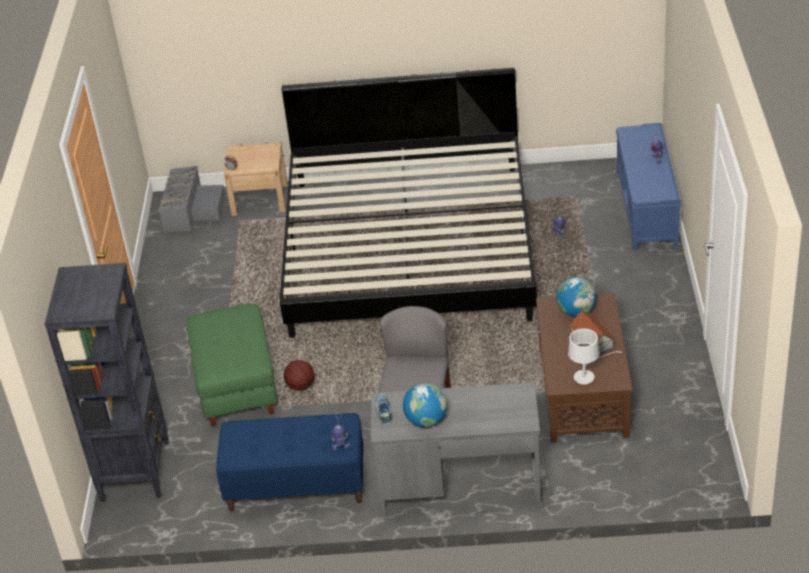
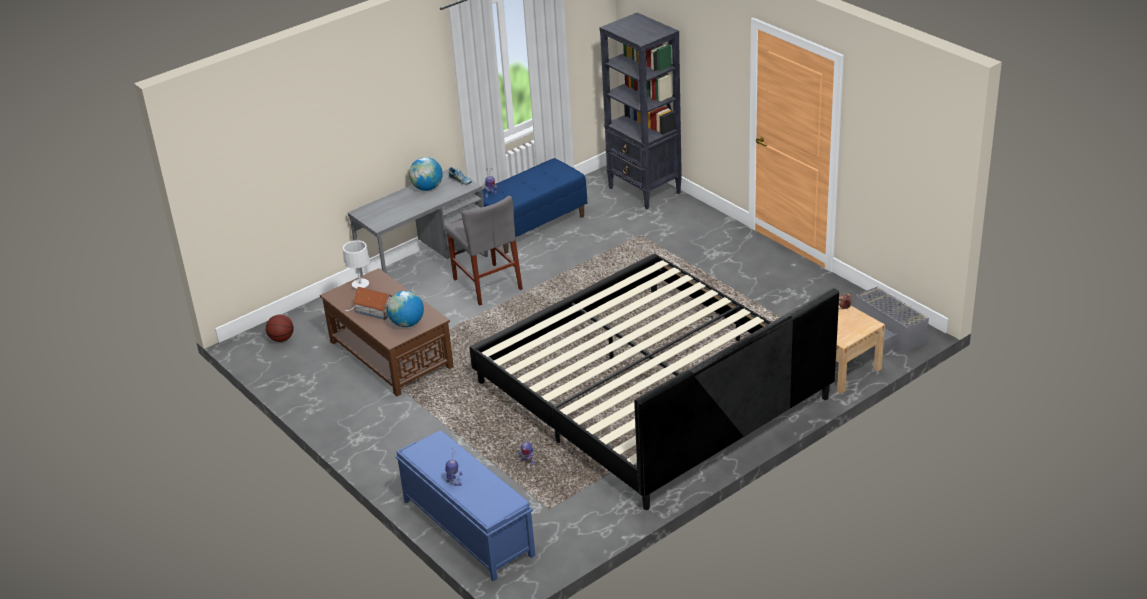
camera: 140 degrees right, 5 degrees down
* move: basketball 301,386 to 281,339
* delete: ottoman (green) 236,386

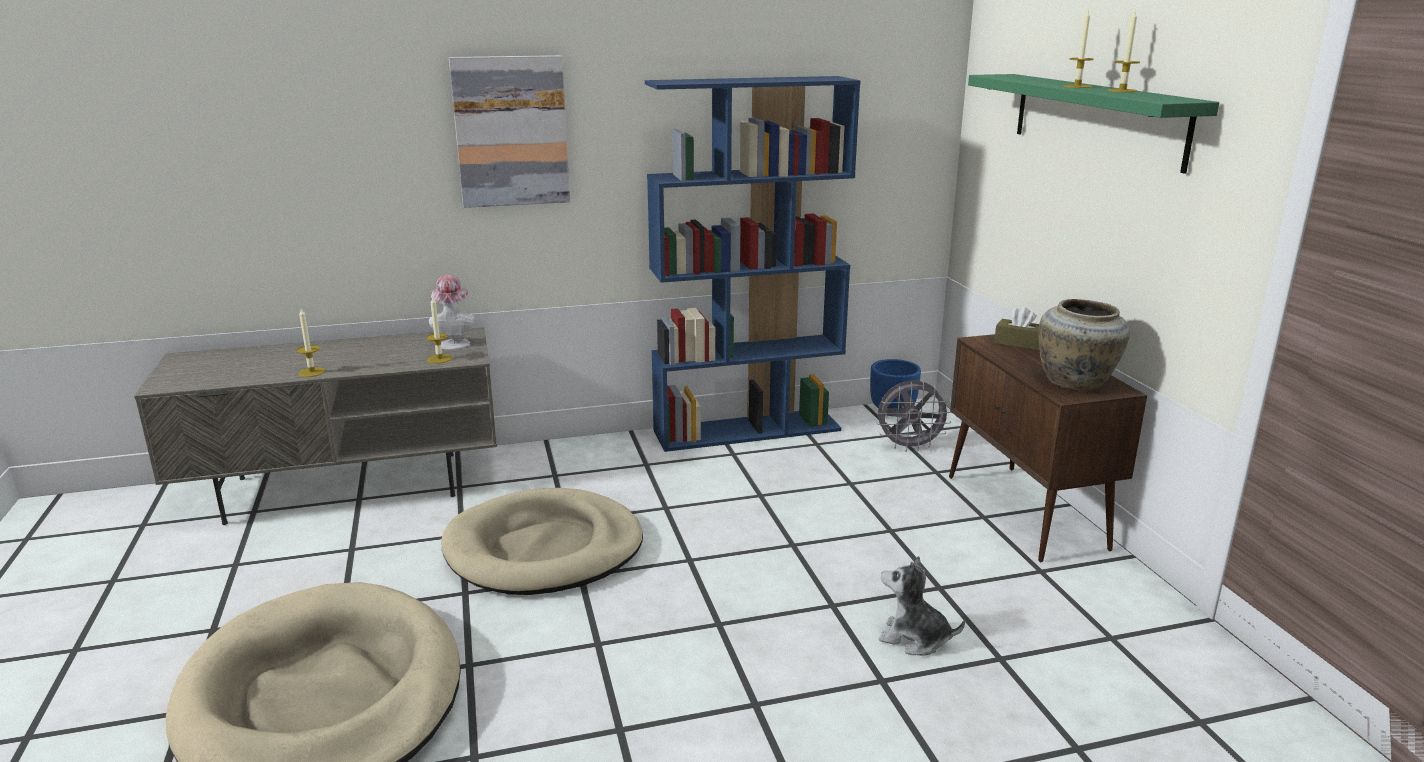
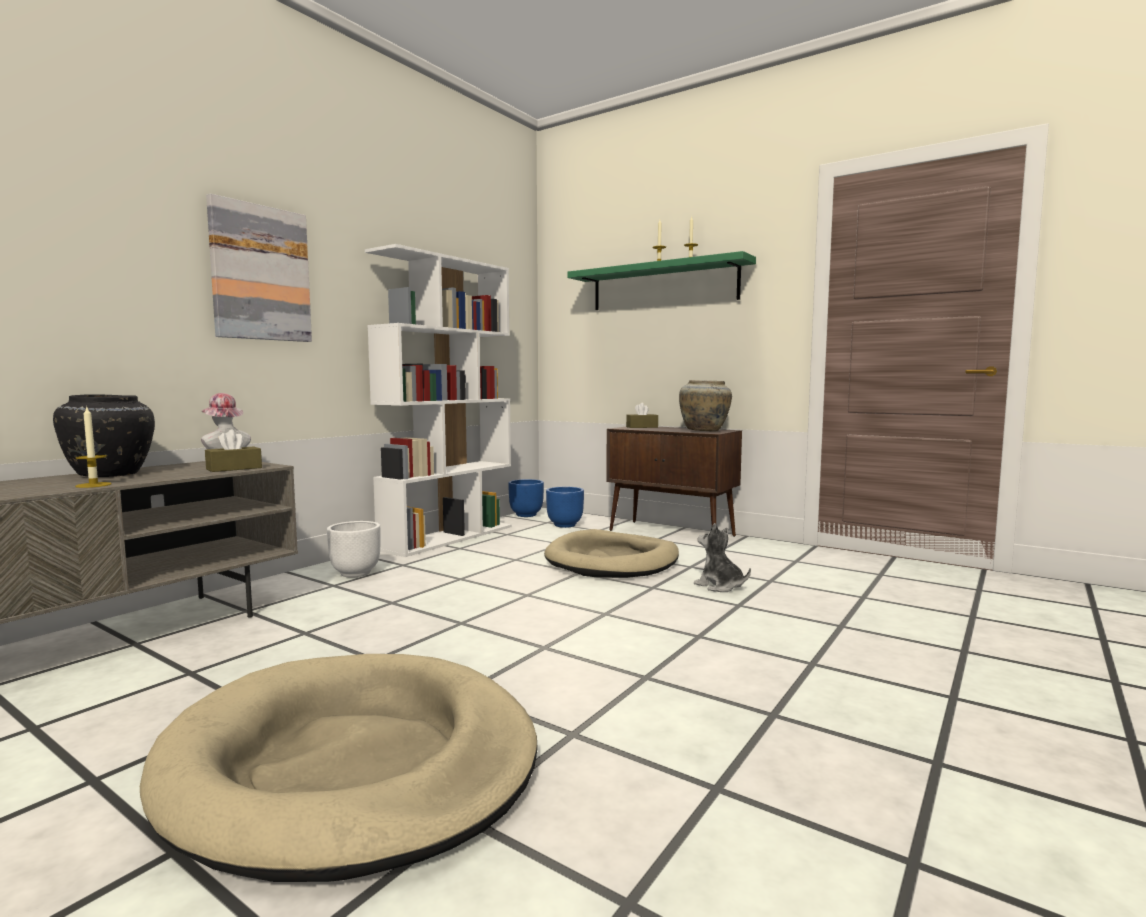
camera: 40 degrees left, 15 degrees down
* insert: vase (black) 109,474
* replace: candle 439,359 to tissue box (brown) 234,468
* insert: planter (white) 356,573
* recolor: bookcase (blue) 747,430 to bookcase (white) 448,537
* move: dog bed (beige) 544,549 to 612,561
* replace: fan (grey) 909,447 to planter (blue) 564,525
* rotate: plush toy 914,639 = 720,586 60 degrees clockwise

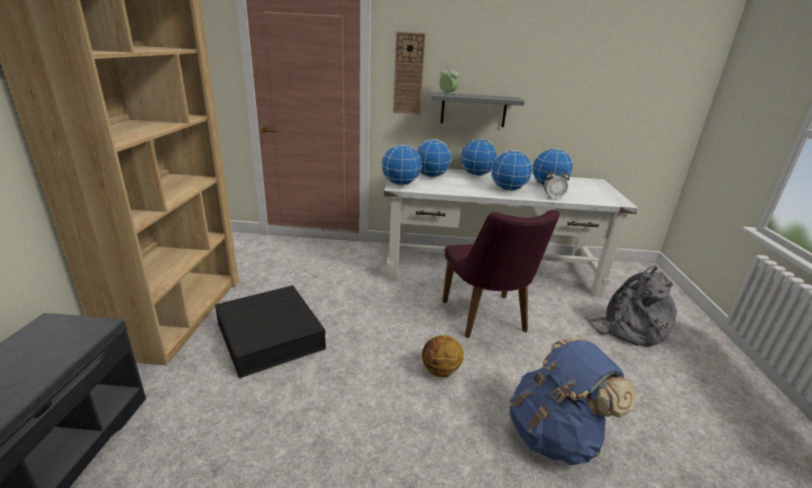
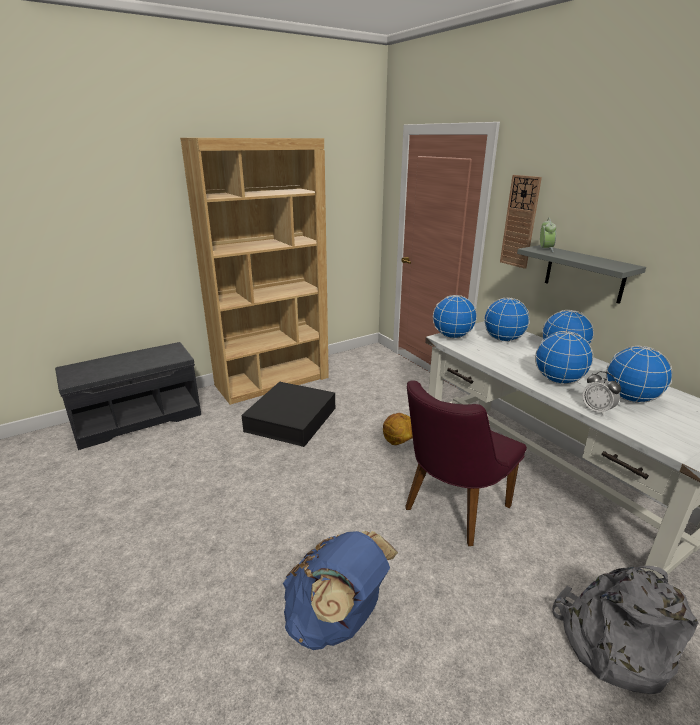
camera: 55 degrees right, 0 degrees up
* move: basketball 440,371 to 397,442

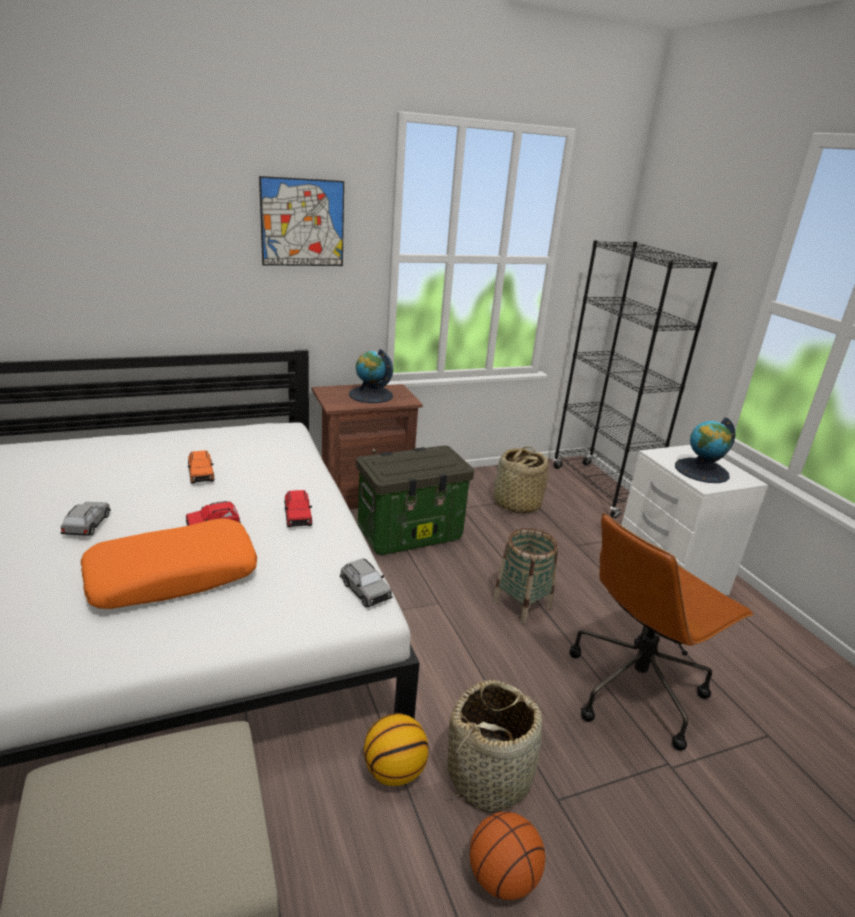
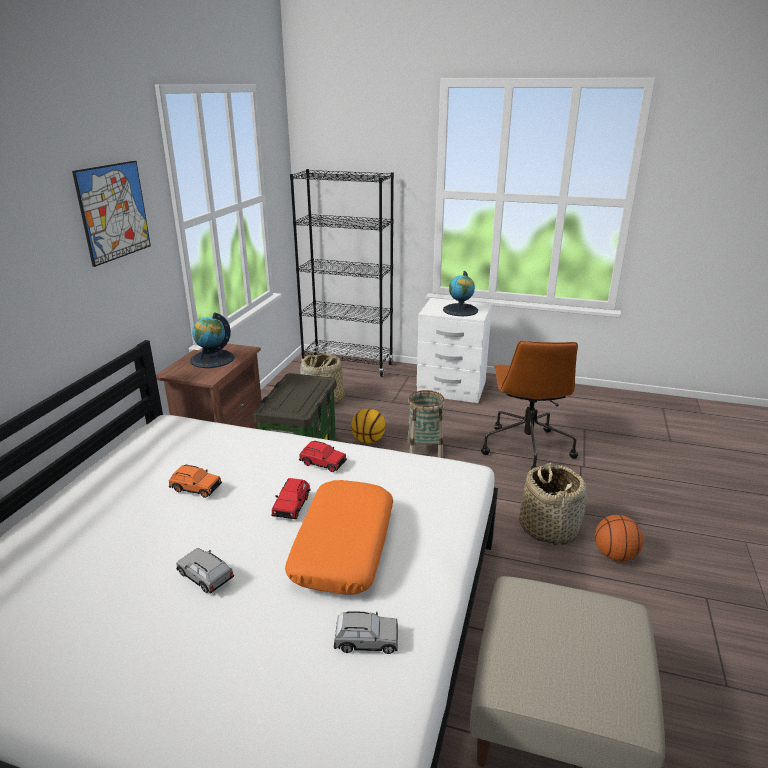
camera: 50 degrees left, 0 degrees up
* move: toy car (grey) 365,590 to 366,640
* move: basketball 394,771 to 368,440

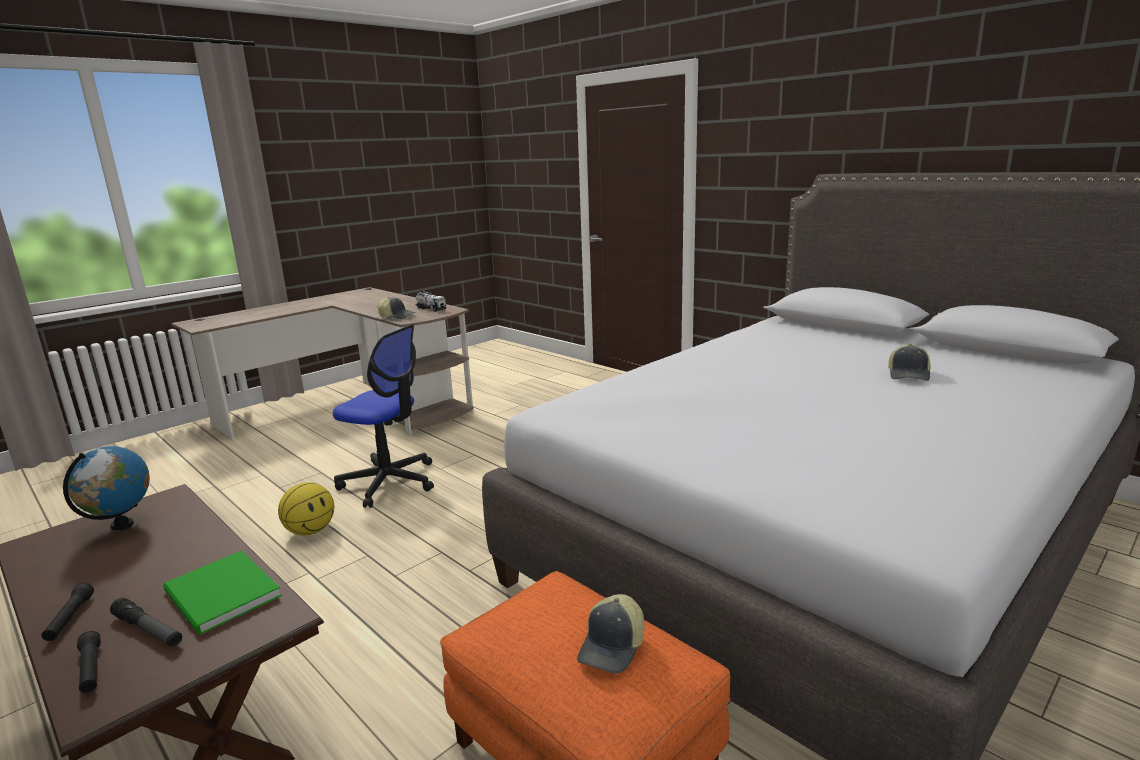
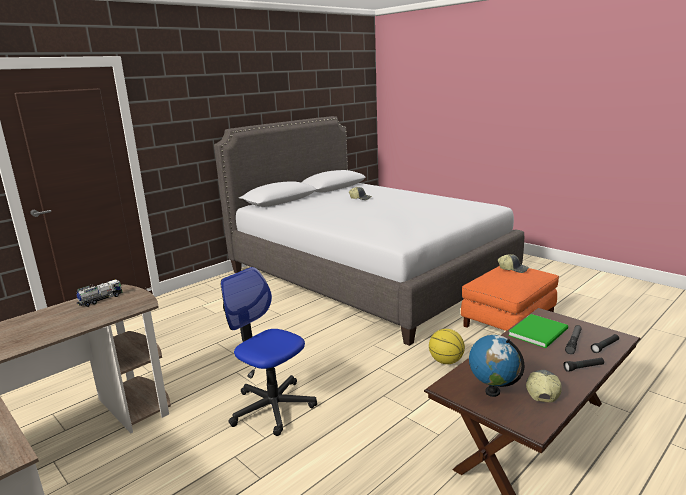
camera: 90 degrees left, 0 degrees up
* rotate: office chair 389,482 = 272,407 75 degrees counterclockwise
* move: basketball 311,531 to 445,361
* move: cap 397,316 to 541,391

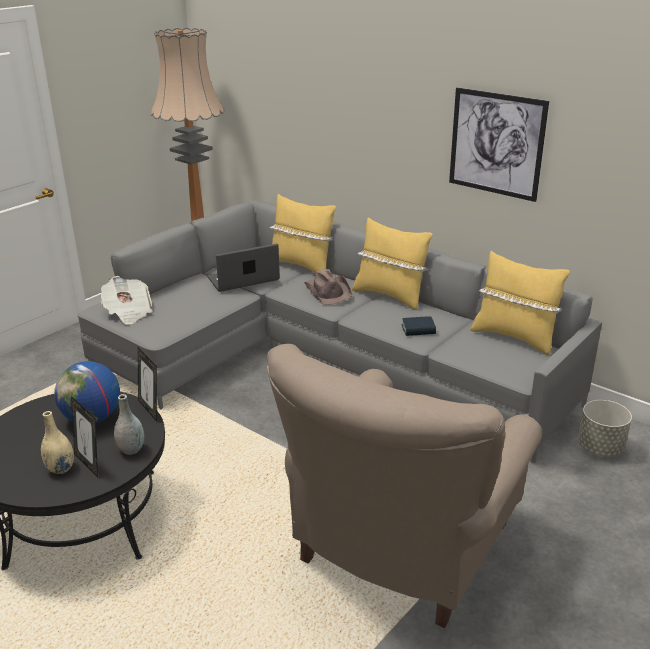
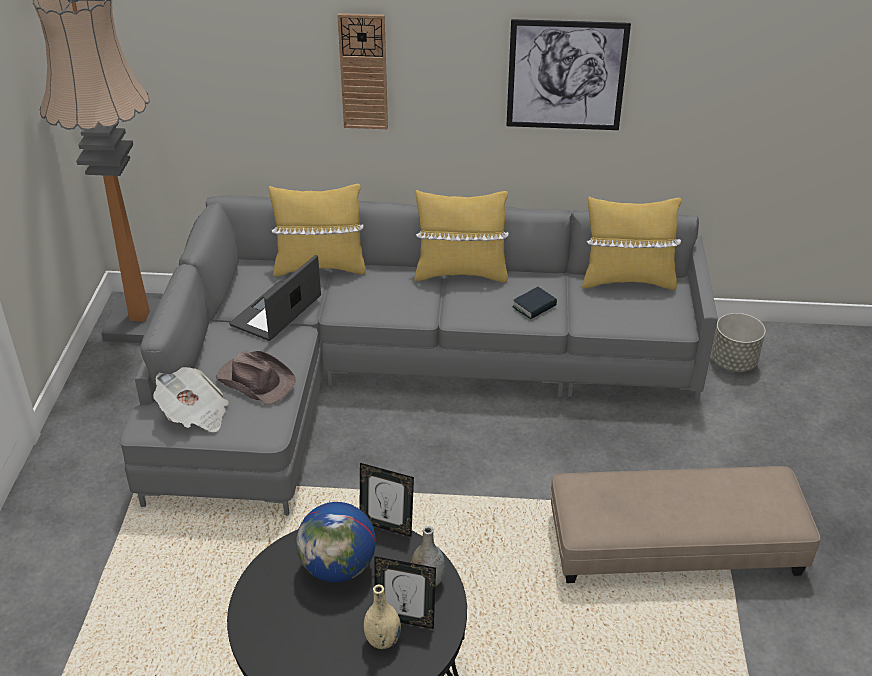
camera: 35 degrees left, 10 degrees up
* move: hat (brown) 328,291 to 255,380
* insert: wall clock 363,72
* replace: armchair (beige) 401,548 to ottoman (beige) 674,545

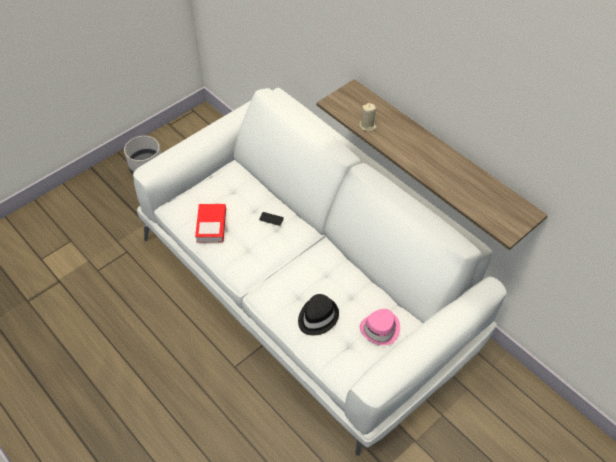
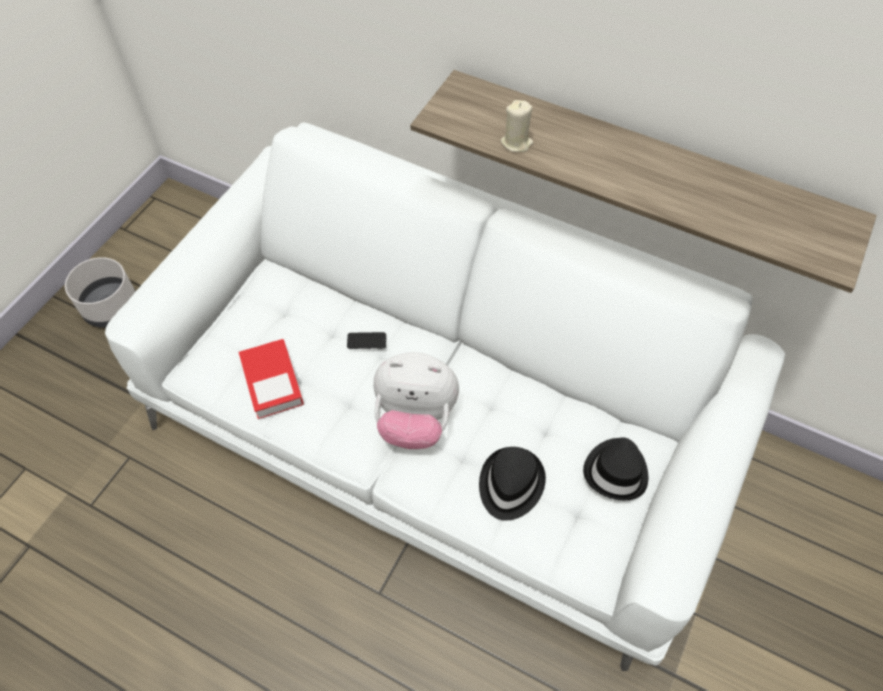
camera: 20 degrees left, 5 degrees up
* insert: plush toy 415,419
* recolor: hat (pink) 381,329 to hat (black) 616,471

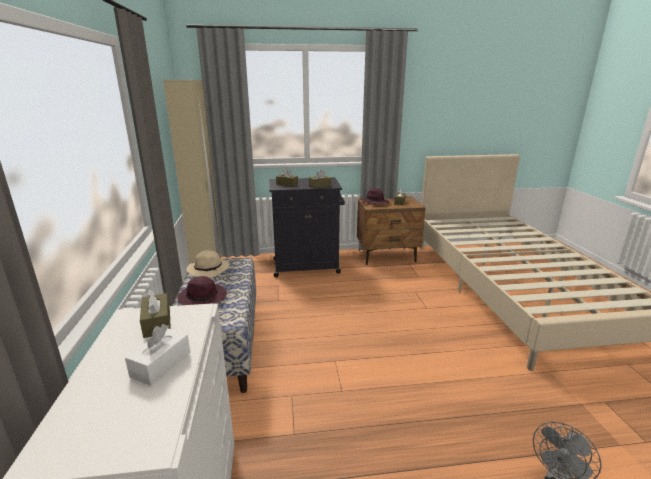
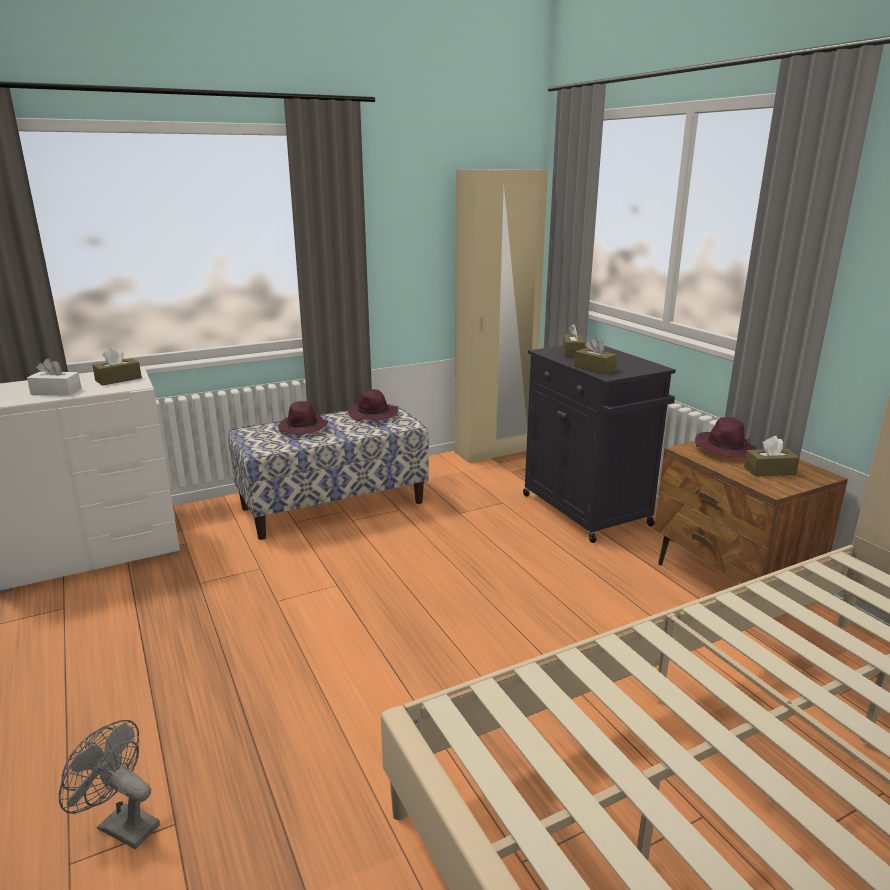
camera: 70 degrees right, 0 degrees up
* recolor: hat (beige) 209,269 to hat (purple) 373,415

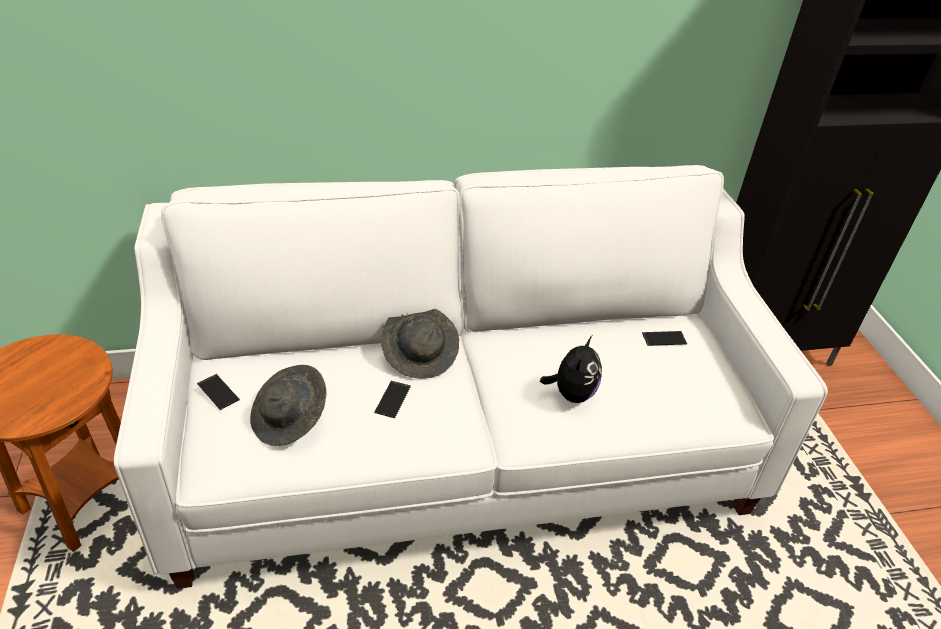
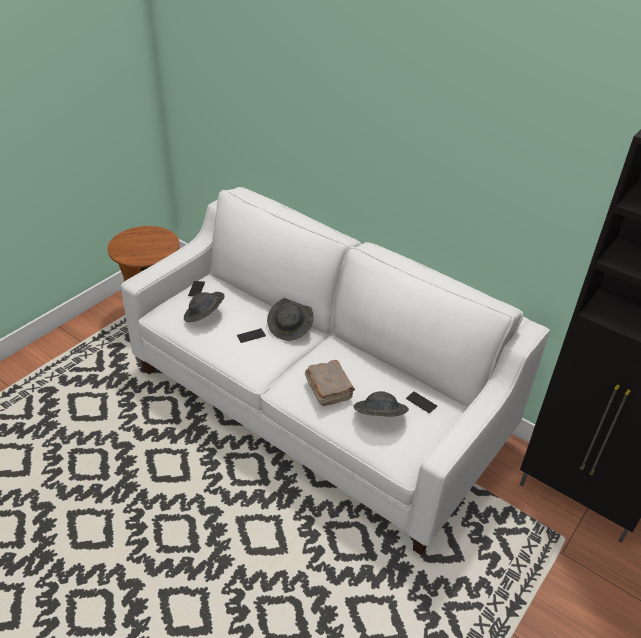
camera: 50 degrees right, 0 degrees up
* replace: plush toy 571,394 to book (brown) 328,389
* insert: hat (grey) 379,417

